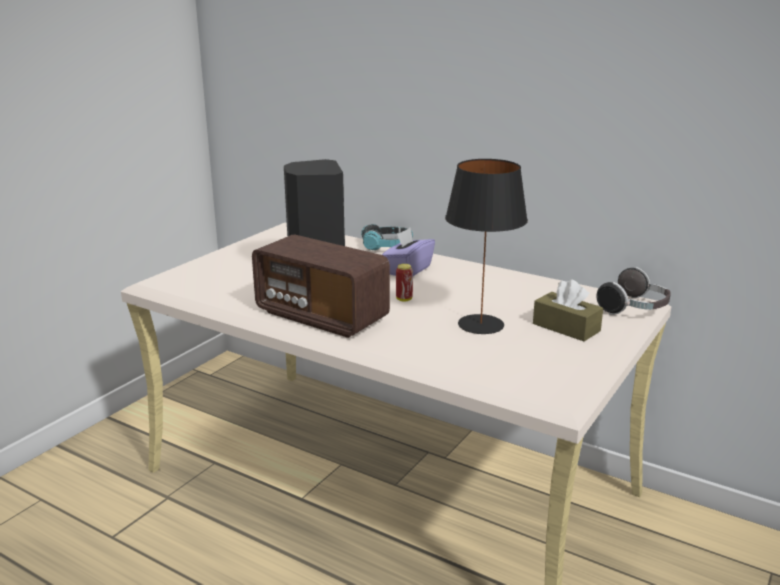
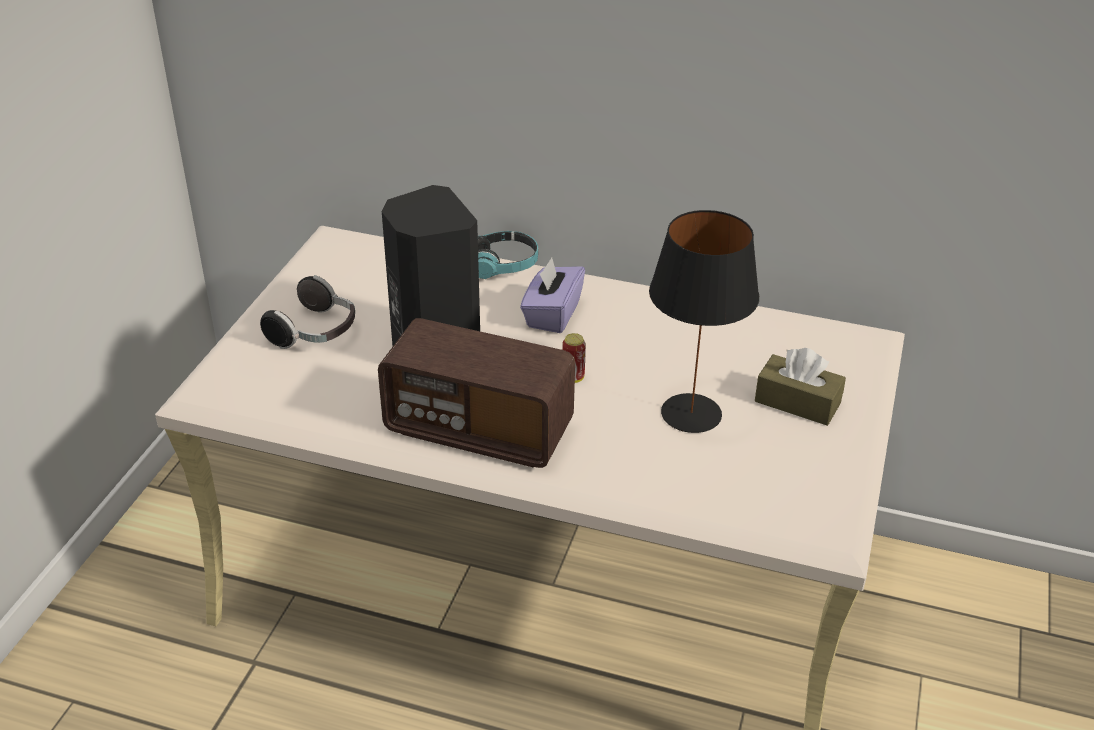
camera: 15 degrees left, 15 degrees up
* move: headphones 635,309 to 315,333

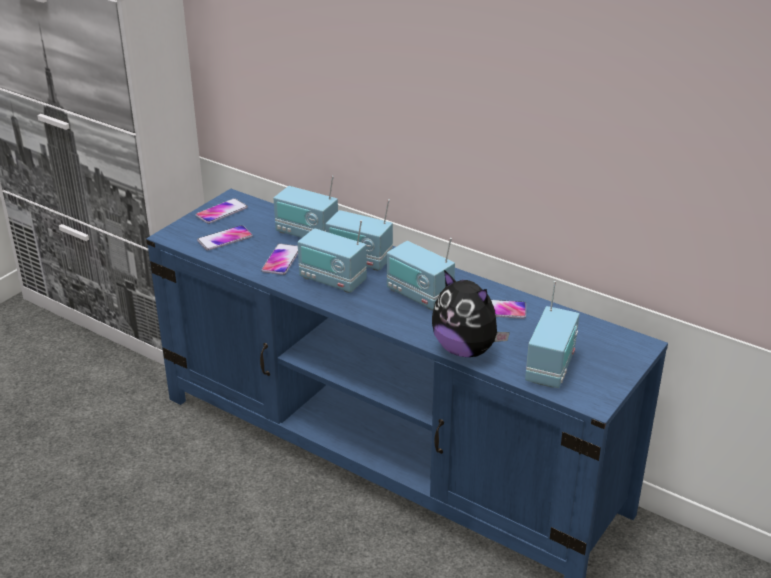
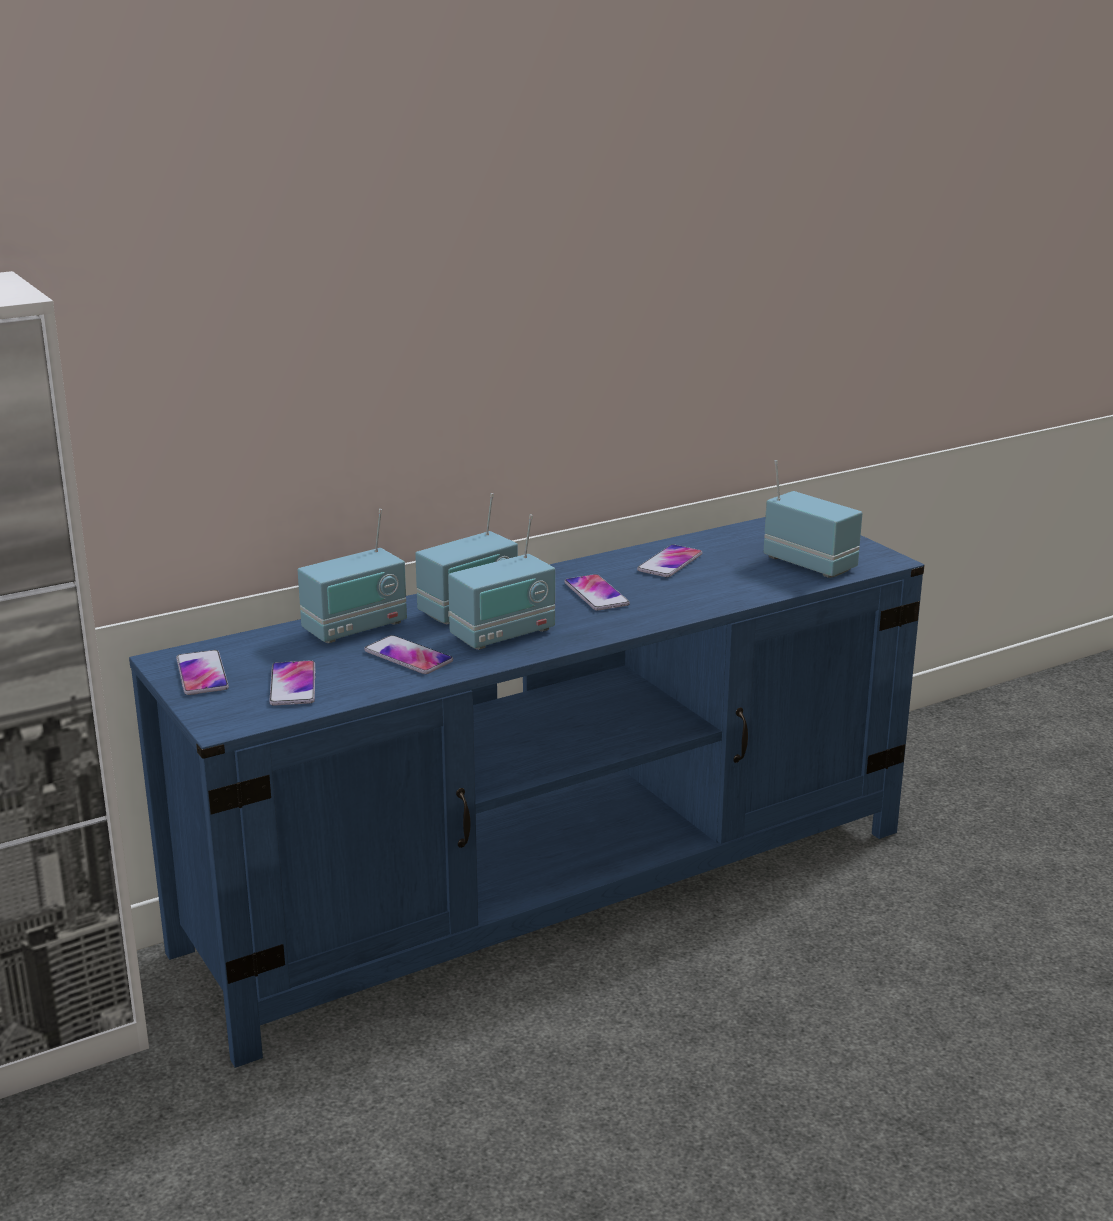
camera: 65 degrees left, 10 degrees down
* replace: radio 419,295 to phone 596,594
* delete: plush toy 466,349

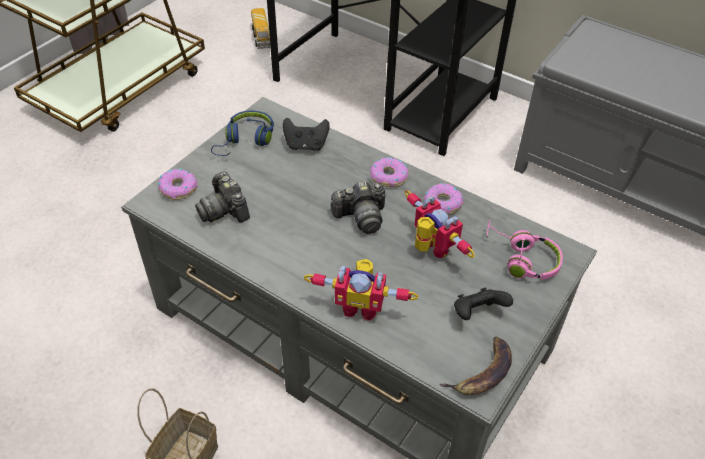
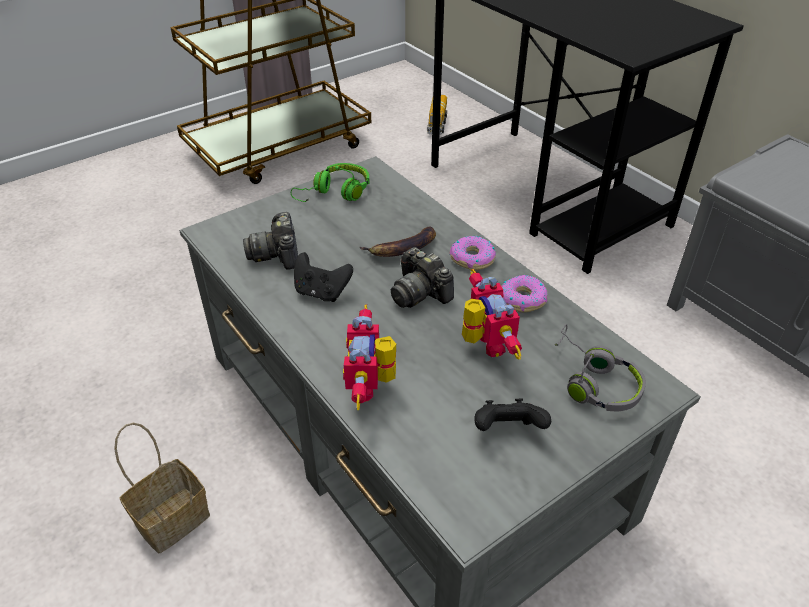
camera: 20 degrees right, 5 degrees down
* recolor: headphones (blue) 246,140 to headphones (green) 335,193
* move: game controller (black) 306,145 to 321,292
* rotate: toy robot 360,306 = 372,386 60 degrees clockwise
* move: banana 482,373 to 402,249
* rotate: photo camera 361,217 = 420,292 45 degrees clockwise
* recolor: headphones (pink) 520,258 to headphones (grey) 592,381
* delete: donut 178,188

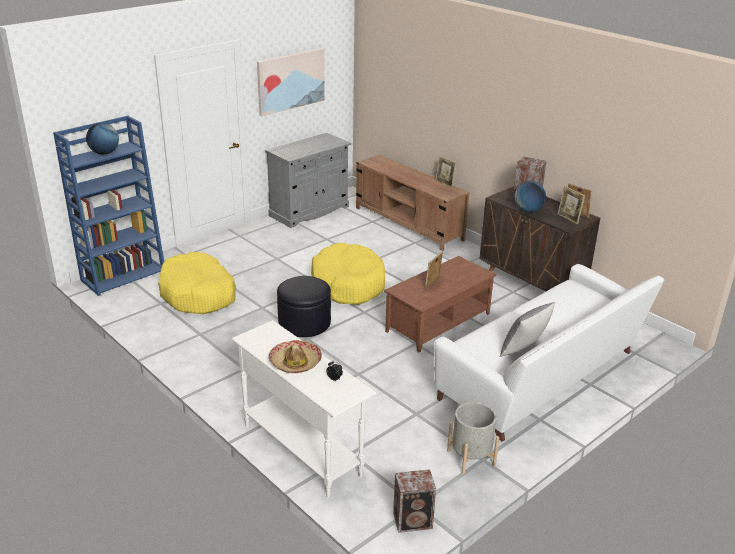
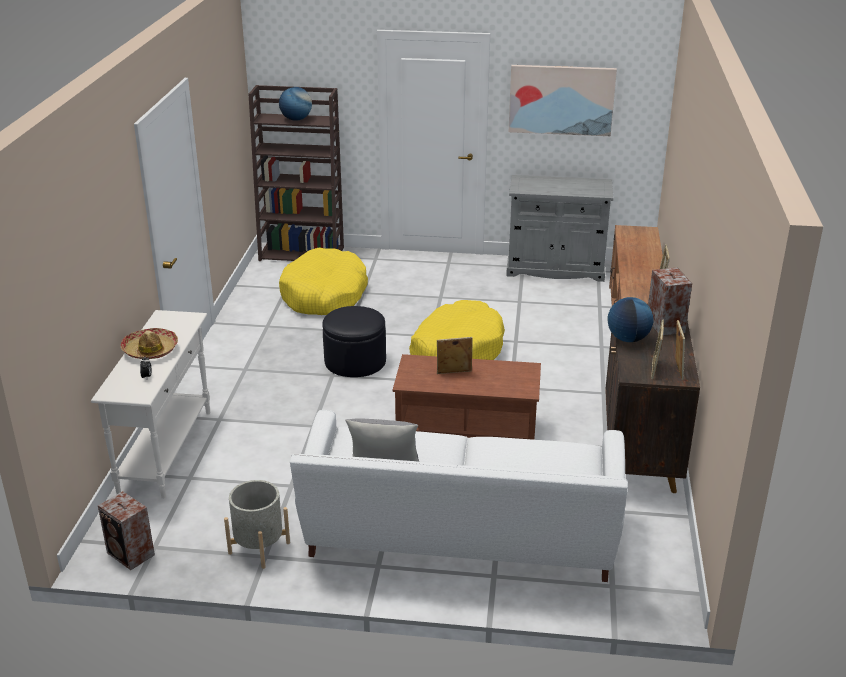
camera: 50 degrees right, 0 degrees up
* recolor: bookcase (blue) 124,275 to bookcase (brown) 302,253

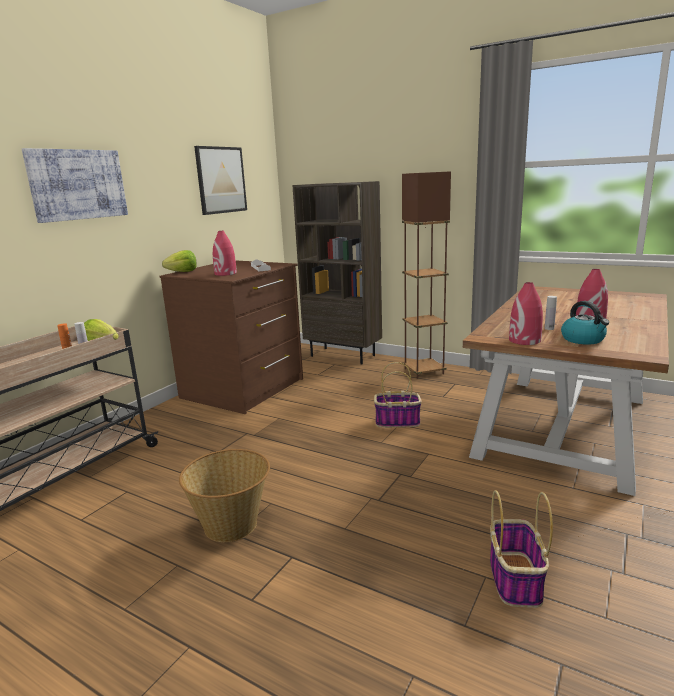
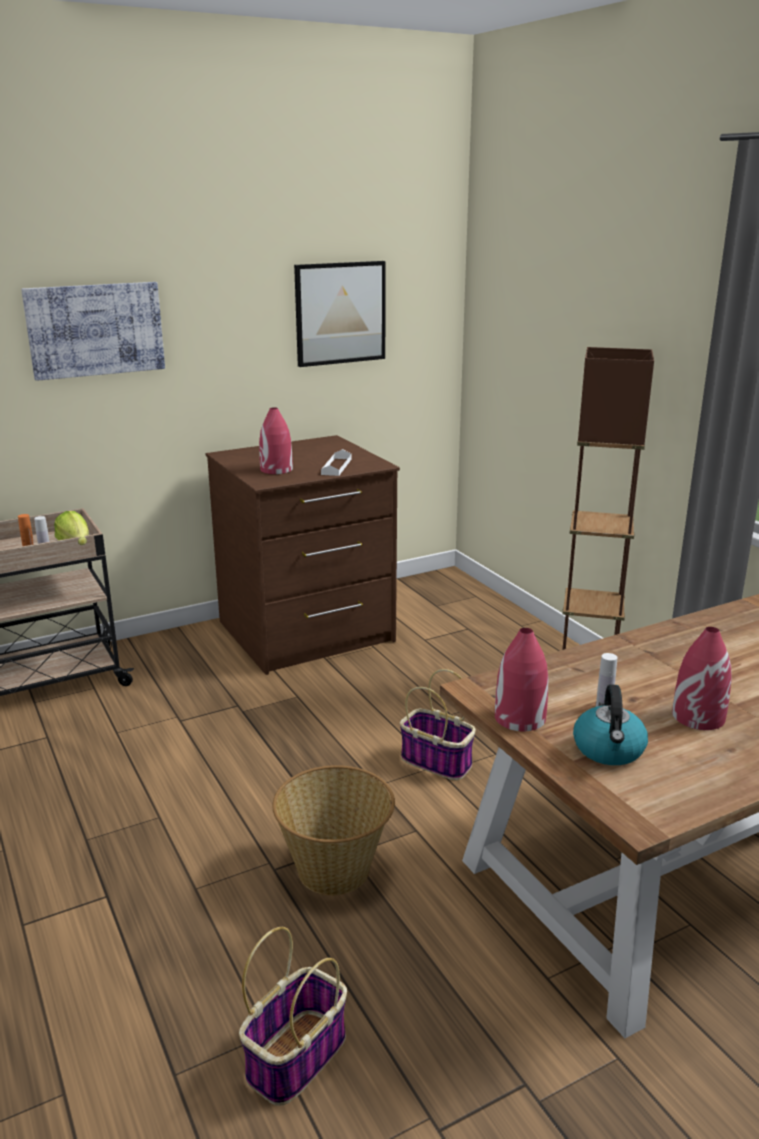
camera: 30 degrees right, 5 degrees up
* move: basket 231,524 to 335,869
* delete: lettuce 183,272
* delete: bookcase (brown) 343,355

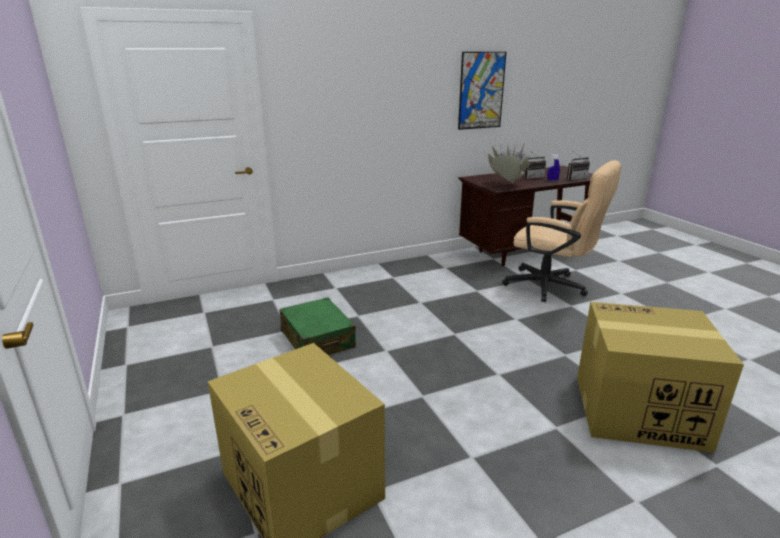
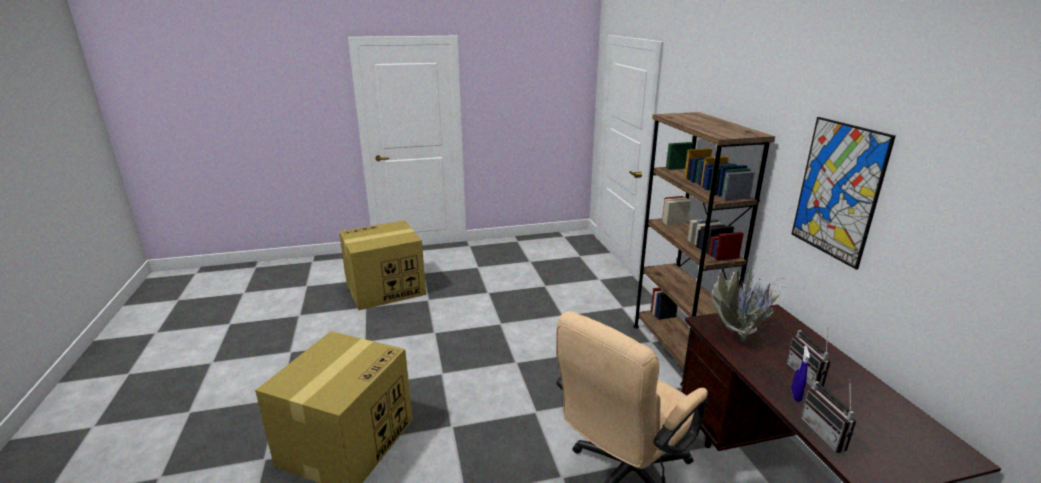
camera: 100 degrees right, 0 degrees up
* insert: bookcase (brown) 676,350
* delete: suitcase (green) 317,339

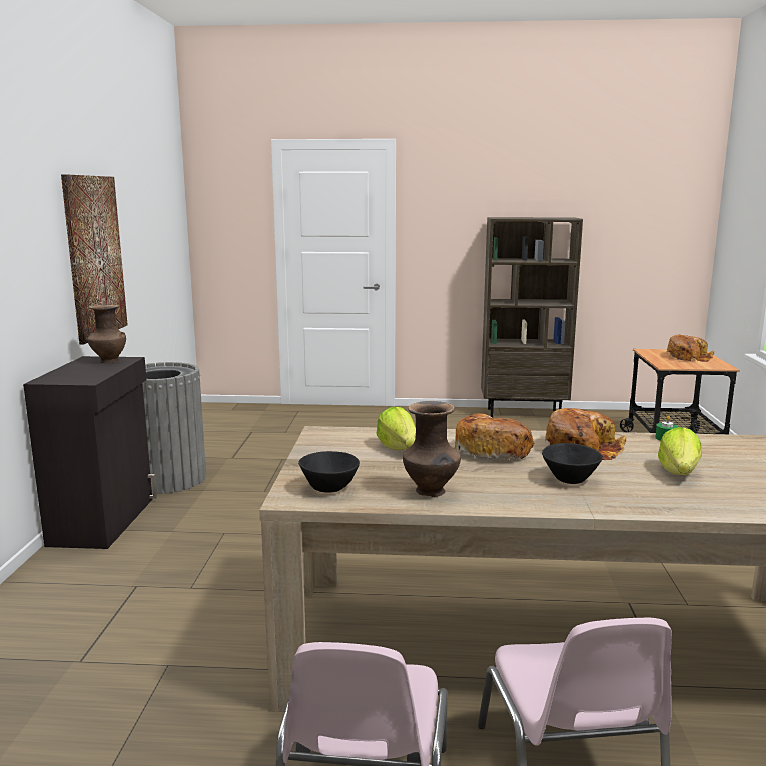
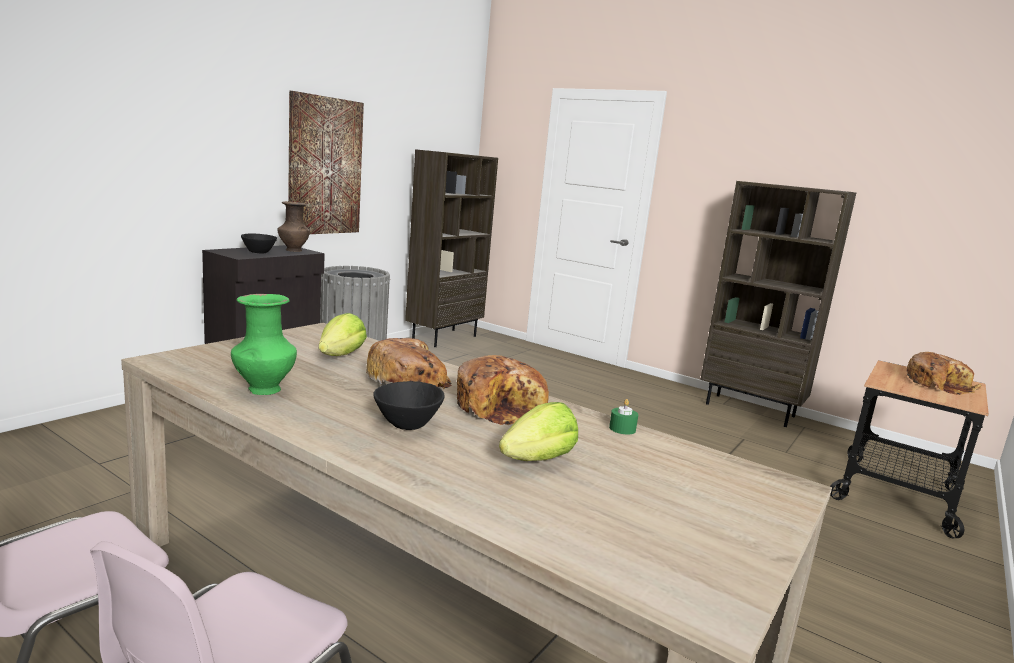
camera: 30 degrees right, 0 degrees up
* recolor: vase (brown) 431,492 to vase (green) 264,390
* move: bowl (black) 330,488 to 258,252
* insert: bookcase (brown) 444,337

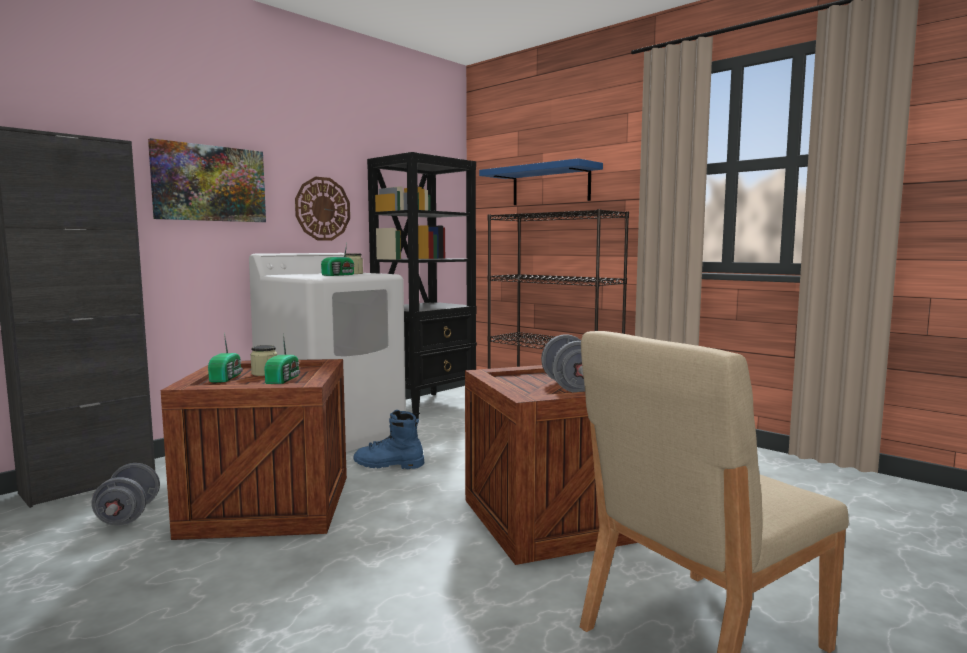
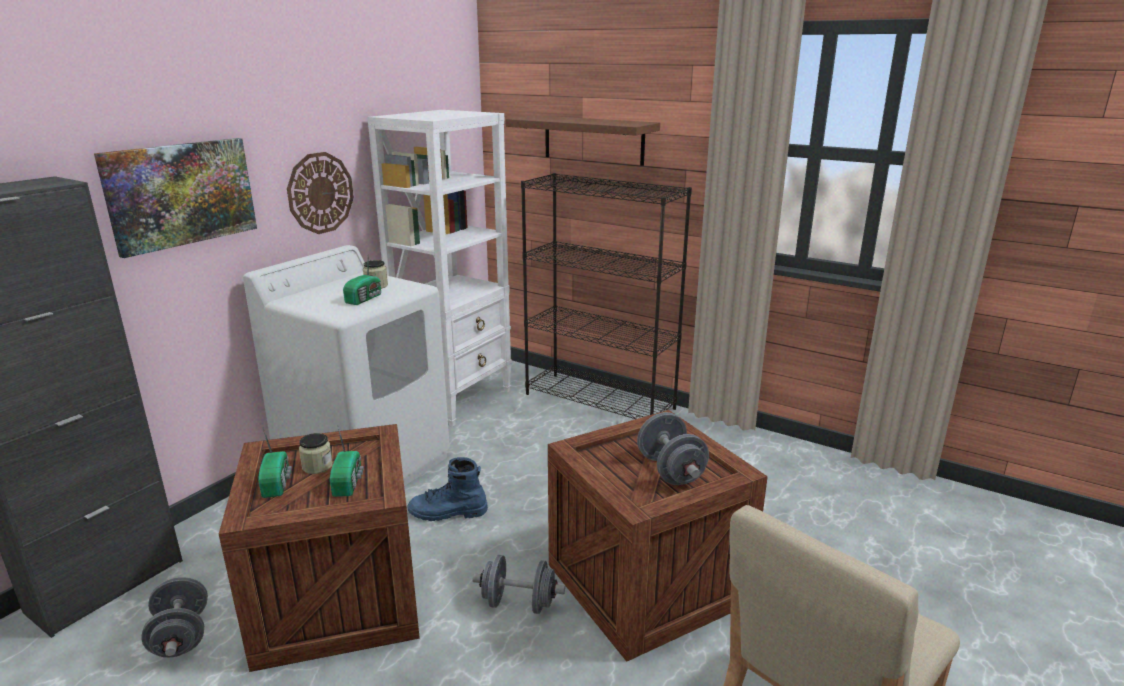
camera: 10 degrees left, 15 degrees up
* recolor: bookcase (black) 426,405 to bookcase (white) 456,398
* insert: dumbbell (grey) 519,603
* recolor: shelf (blue) 550,185 to shelf (brown) 593,140

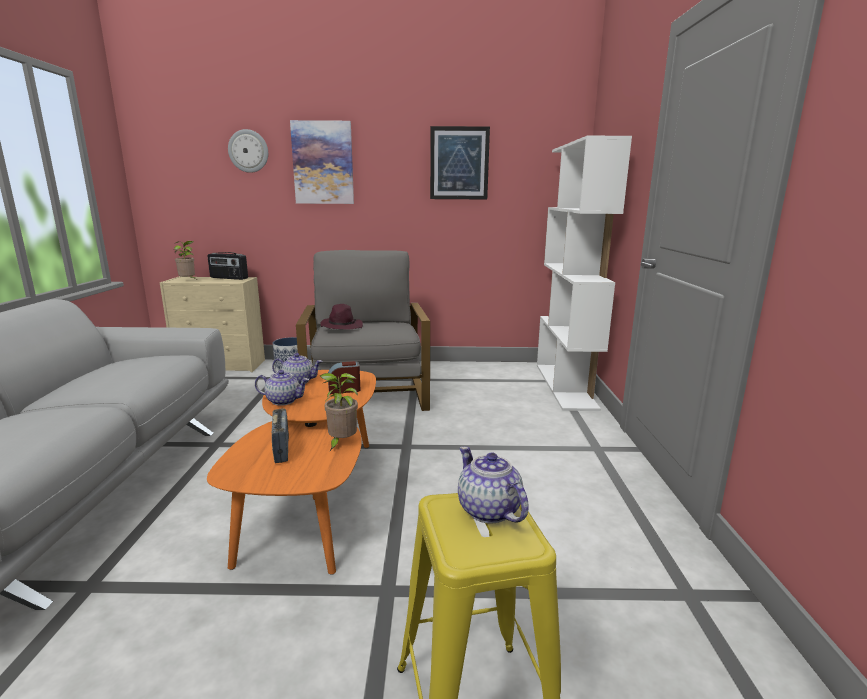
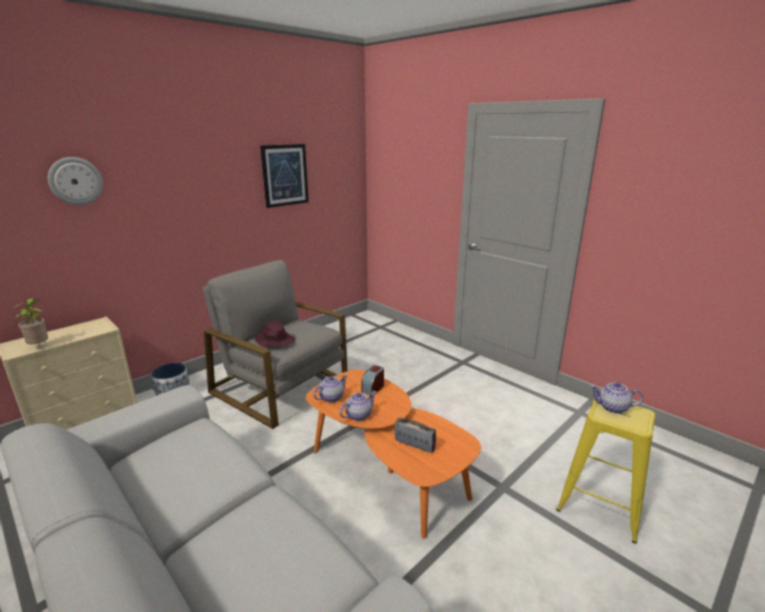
camera: 45 degrees left, 5 degrees up
* delete: radio 228,278
* delete: picture 323,163
* delete: potted plant 341,443
* delete: bookcase (white) 566,386

